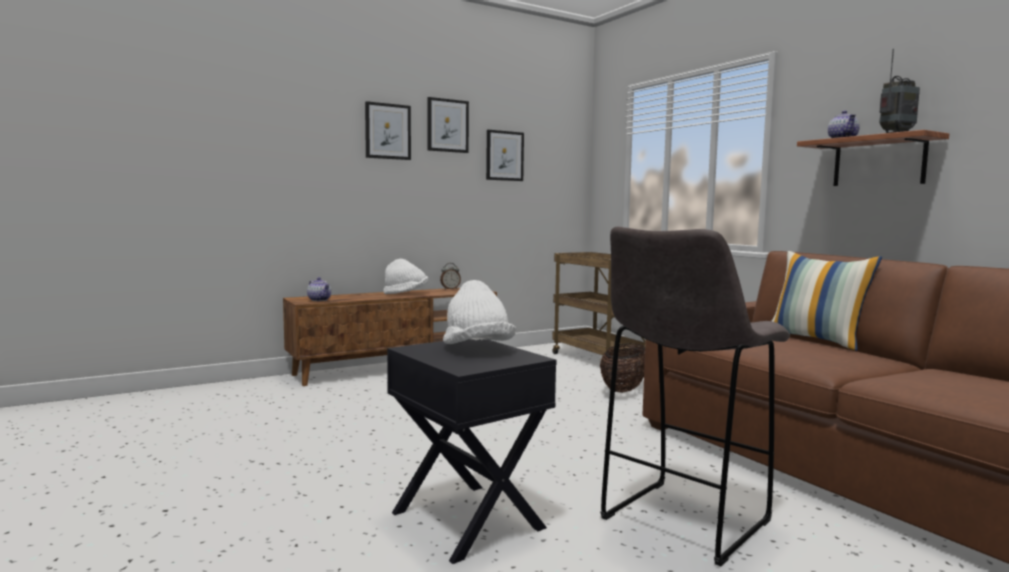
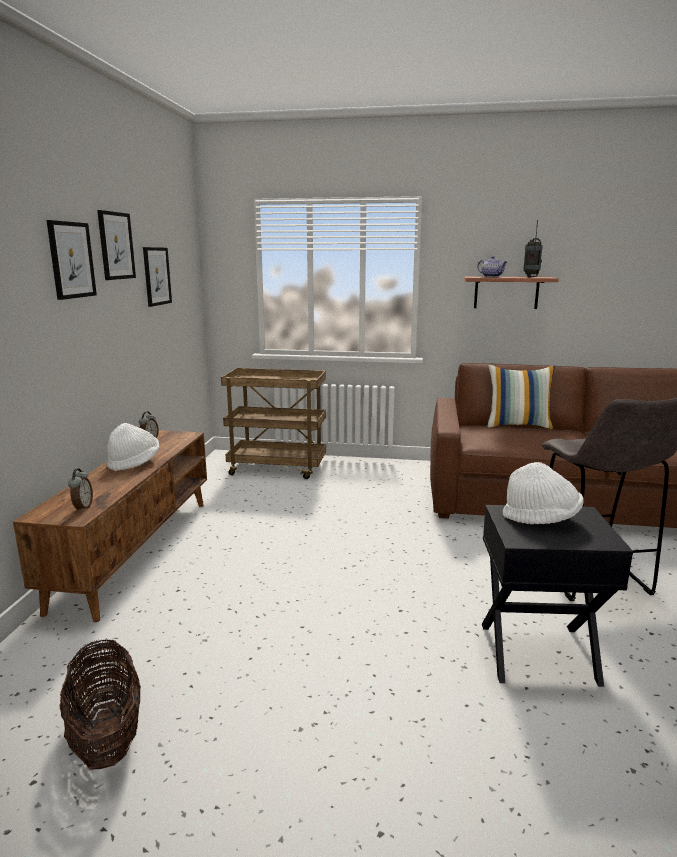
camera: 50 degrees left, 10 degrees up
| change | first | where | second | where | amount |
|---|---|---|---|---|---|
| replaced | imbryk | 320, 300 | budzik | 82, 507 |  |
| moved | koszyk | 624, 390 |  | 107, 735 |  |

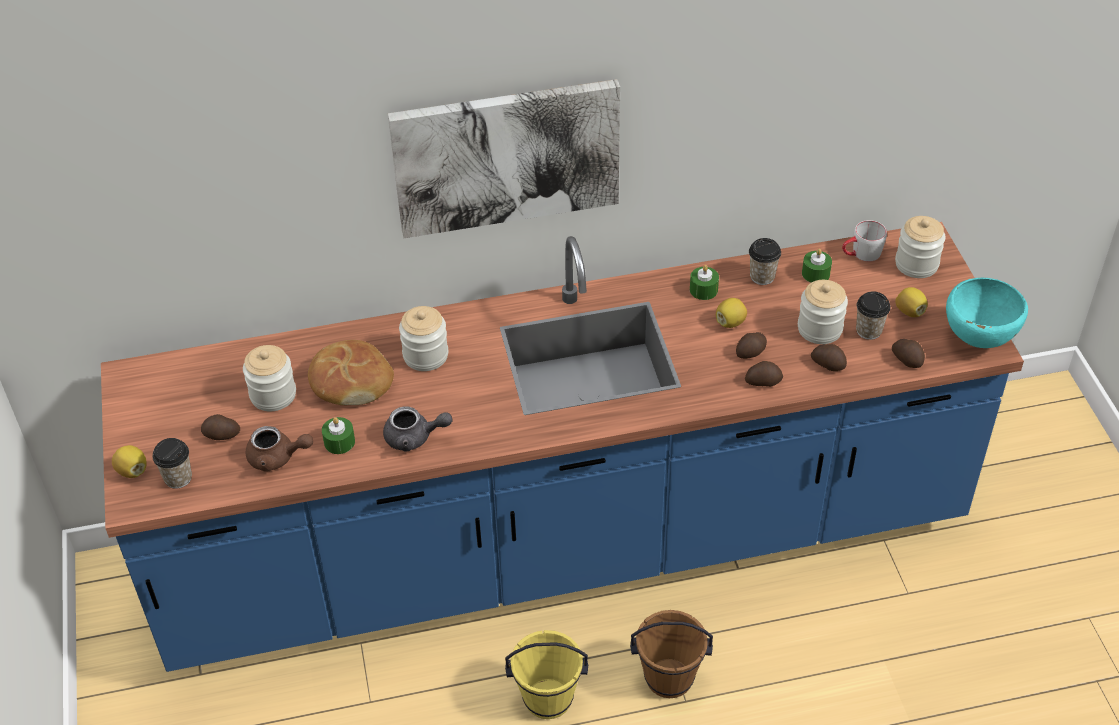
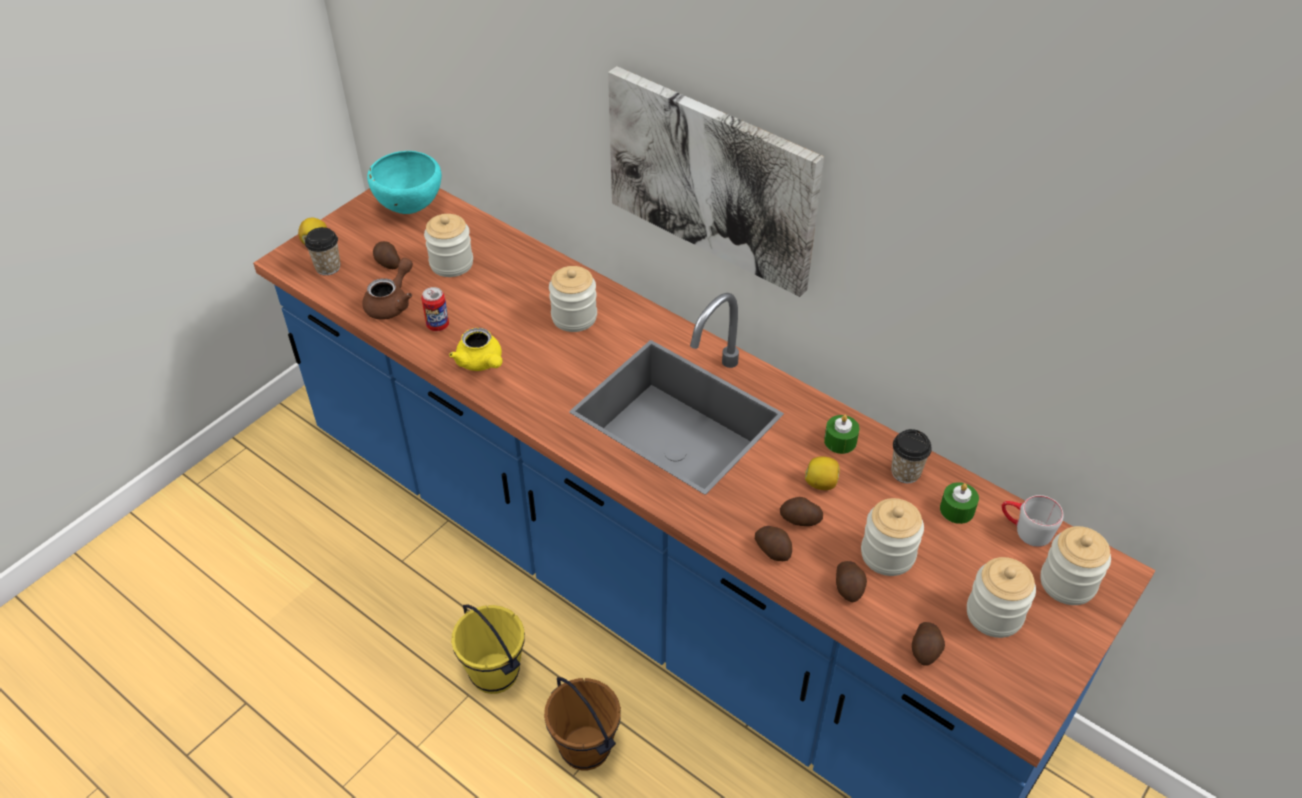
camera: 50 degrees right, 0 degrees up
| change | first | where | second | where | amount |
|---|---|---|---|---|---|
| moved | miska [turkusowy] | 978, 340 |  | 409, 209 |  |
| replaced | cytryna | 909, 311 | słoik | 994, 614 |  |
| removed | filiżanka | 868, 330 |  |  |  |
| removed | chleb | 351, 382 |  |  |  |
| recoloured | imbryk [szary] | 414, 438 | imbryk [żółty] | 481, 363 |  |
| replaced | świeca [zielony] | 339, 442 | puszka | 438, 325 |  |
| turned | imbryk [brązowy] | 277, 458 |  | 392, 303 | 120 degrees counterclockwise |

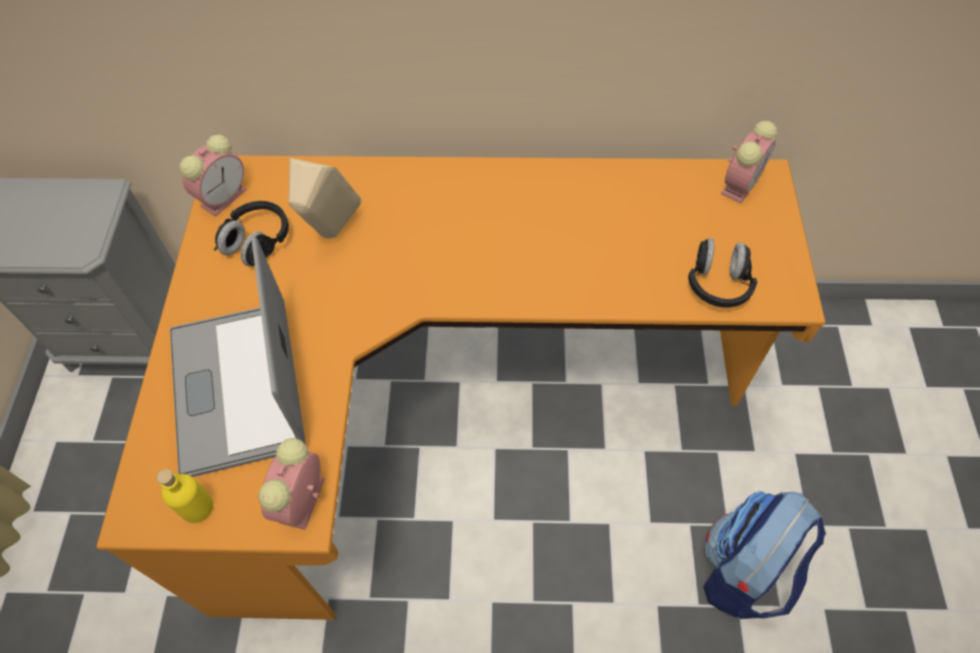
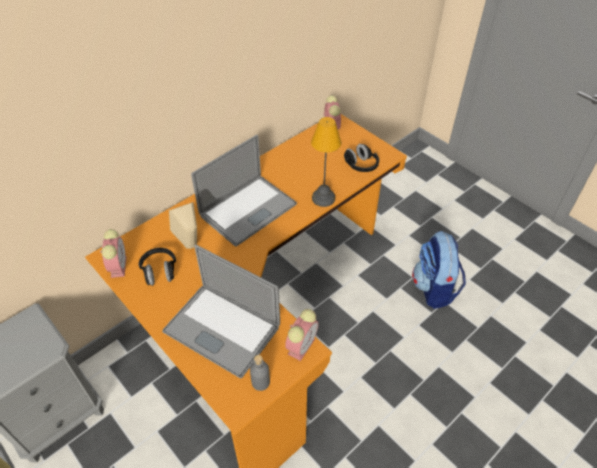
camera: 45 degrees left, 10 degrees down
| change | first | where | second | where | amount |
|---|---|---|---|---|---|
| turned | budzik | 301, 503 |  | 301, 345 | 120 degrees counterclockwise |
| recoloured | butelka [żółty] | 196, 507 | butelka [szary] | 260, 382 |  |
| added |  |  | lampa stołowa | 322, 198 |  |
| added |  |  | laptop | 248, 210 |  |

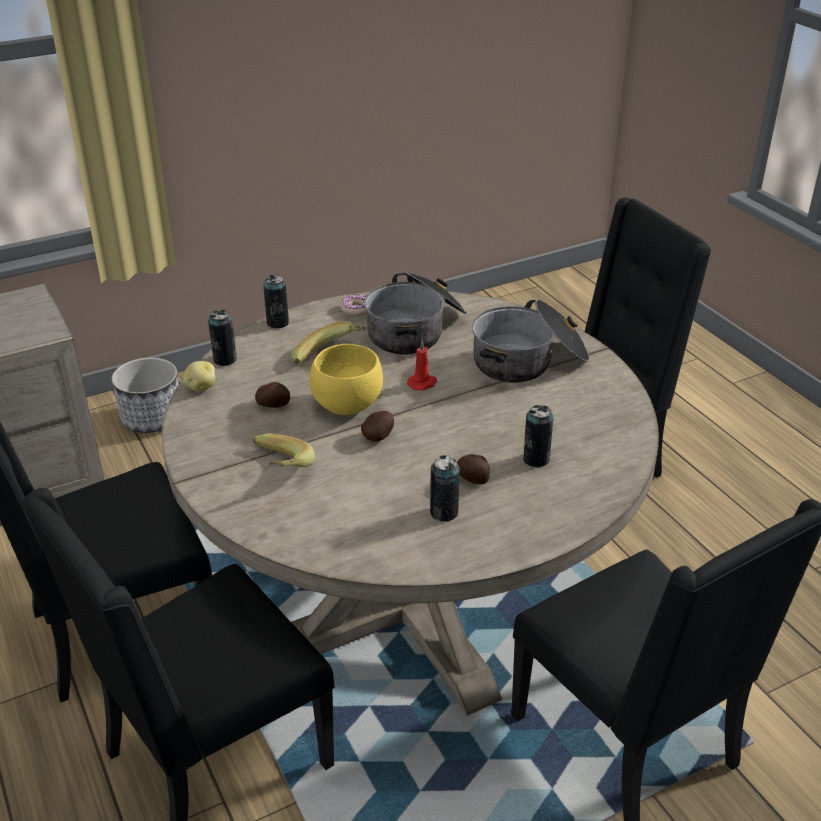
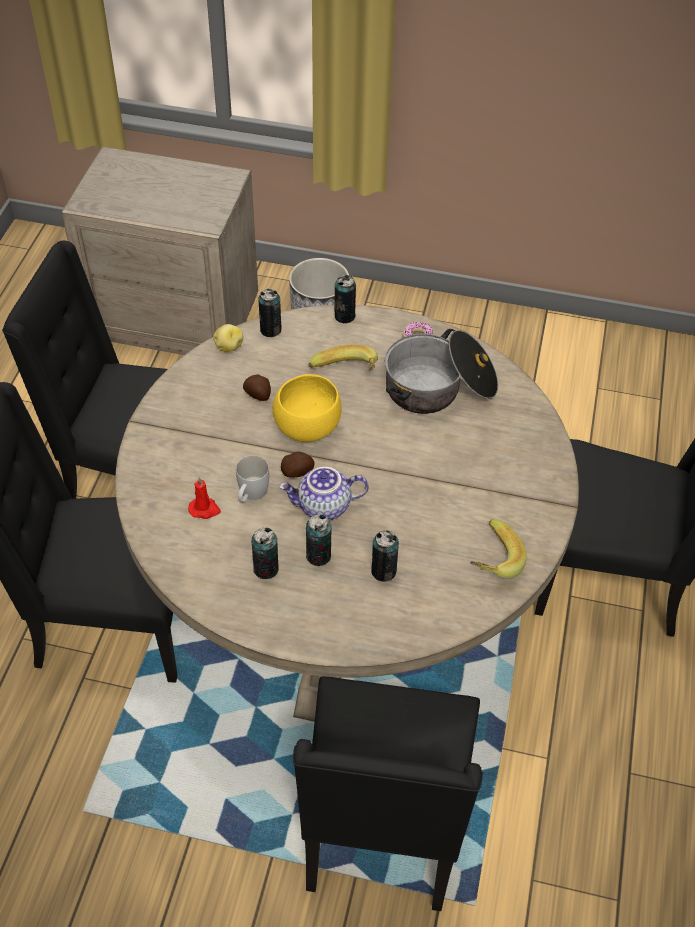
camera: 40 degrees right, 15 degrees up
| change | first | where | second | where | amount |
|---|---|---|---|---|---|
| removed | garnek | 529, 361 |  |  |  |
| moved | świeca [czerwony] | 423, 383 |  | 205, 509 |  |
| moved | banan | 277, 469 |  | 490, 560 |  |
| replaced | ziemniak | 473, 479 | puszka | 318, 556 |  |
| added |  |  | kubek [biały] | 251, 494 |  |
| added |  |  | imbryk | 323, 507 |  |

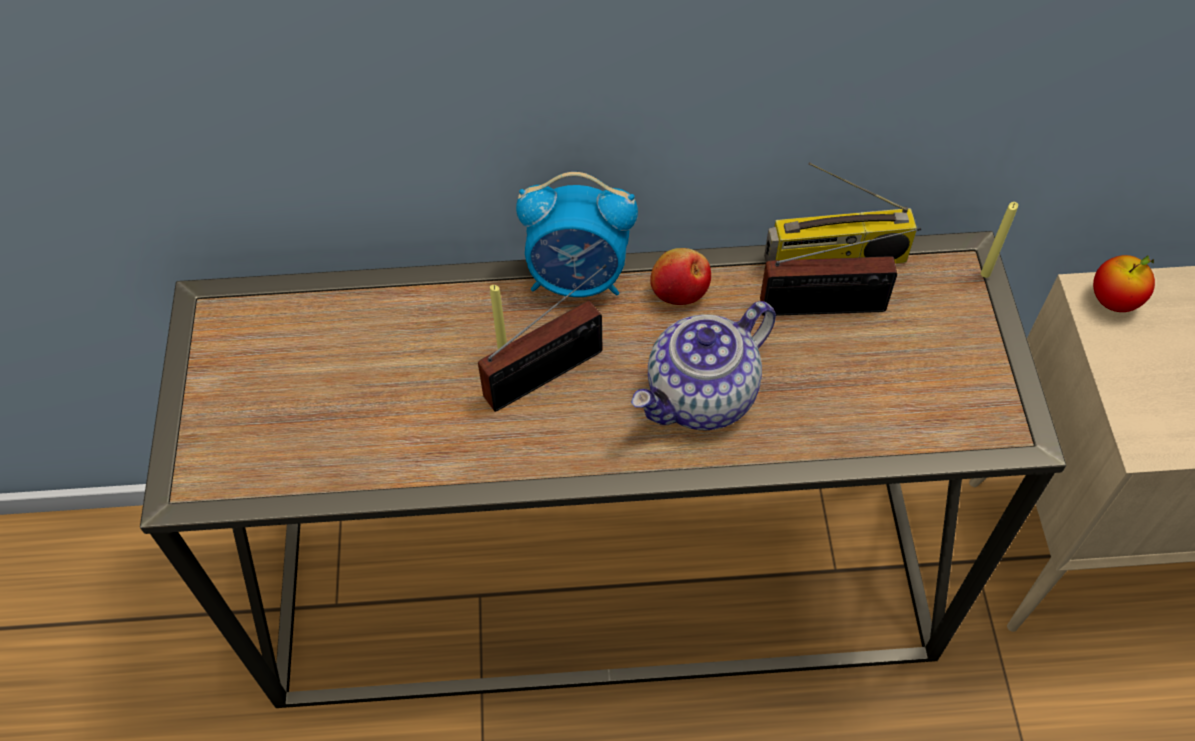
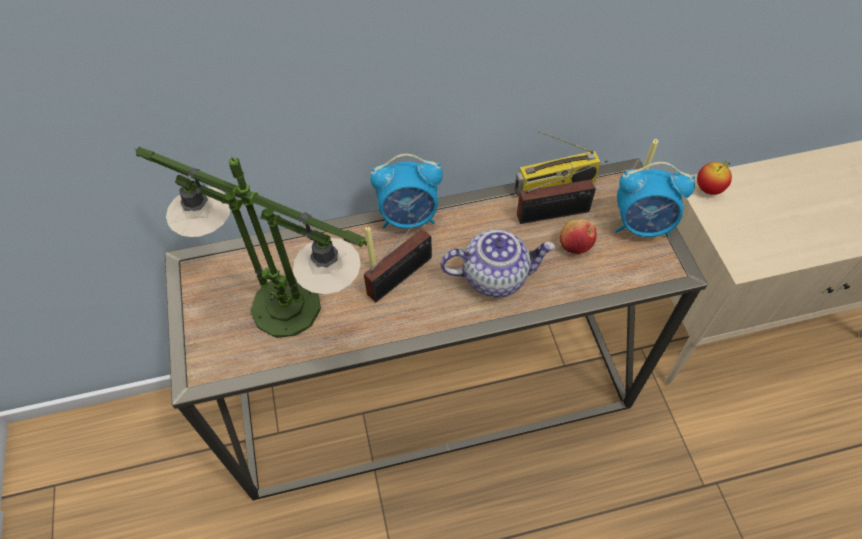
camera: 10 degrees left, 0 degrees up
| change | first | where | second | where | amount |
|---|---|---|---|---|---|
| moved | jabłko | 679, 290 |  | 575, 244 |  |
| turned | imbryk | 702, 397 |  | 495, 276 | 135 degrees counterclockwise |
| added |  |  | lampa stołowa | 285, 307 |  |
| added |  |  | budzik | 642, 225 |  |

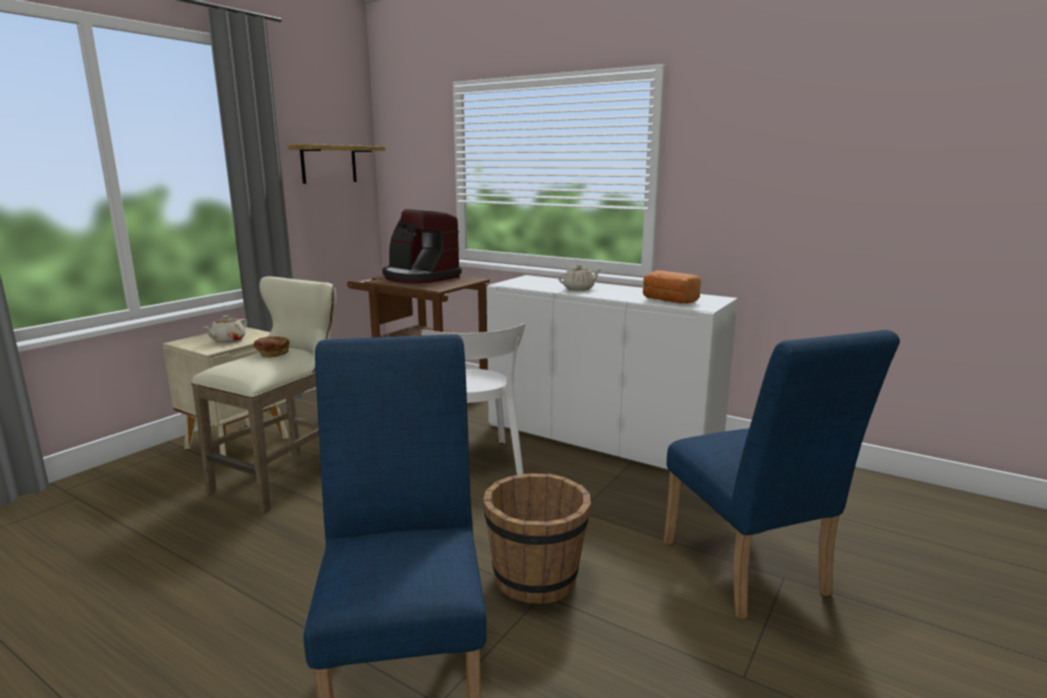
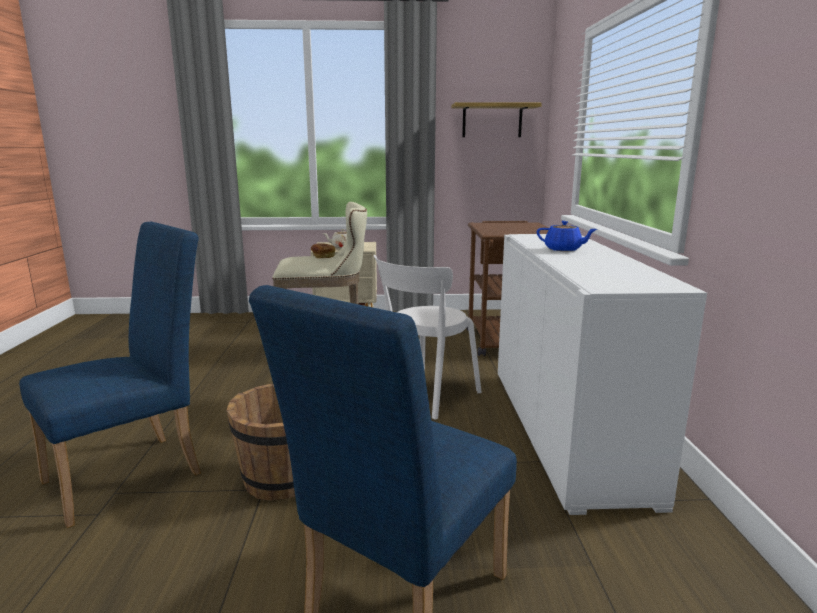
camera: 55 degrees right, 0 degrees up
| change | first | where | second | where | amount |
|---|---|---|---|---|---|
| removed | ekspres do kawy | 419, 277 |  |  |  |
| recoloured | imbryk [beżowy] | 579, 289 | imbryk [niebieski] | 563, 249 |  |
| removed | chleb | 668, 301 |  |  |  |

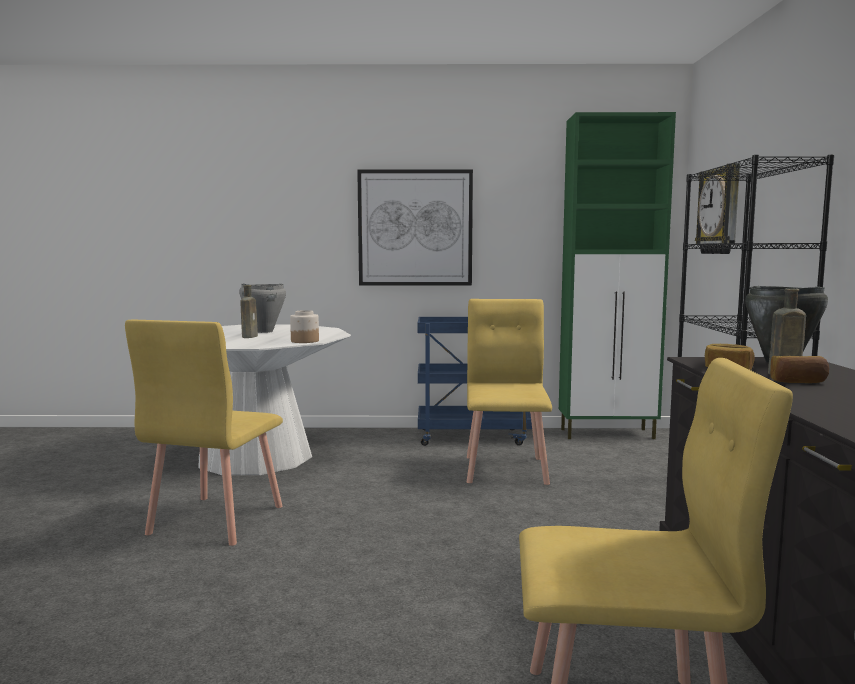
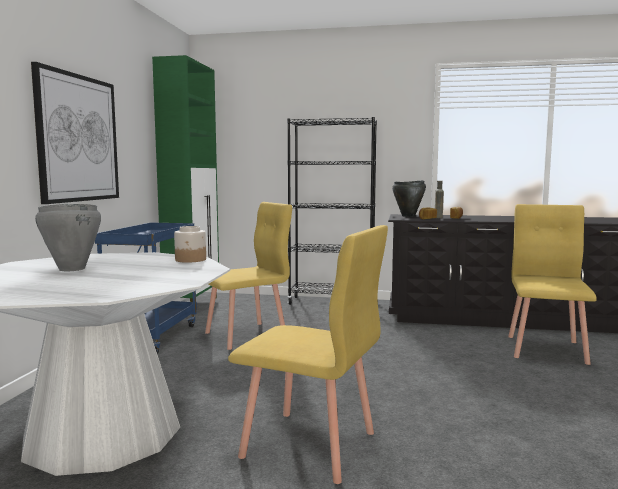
camera: 80 degrees left, 0 degrees up
| change | first | where | second | where | amount |
|---|---|---|---|---|---|
| removed | zegar ścienny | 720, 211 |  |  |  |
| removed | butelka [brązowy] | 250, 336 |  |  |  |
| turned | krzesło [żółty] | 506, 469 |  | 246, 335 | 135 degrees clockwise |

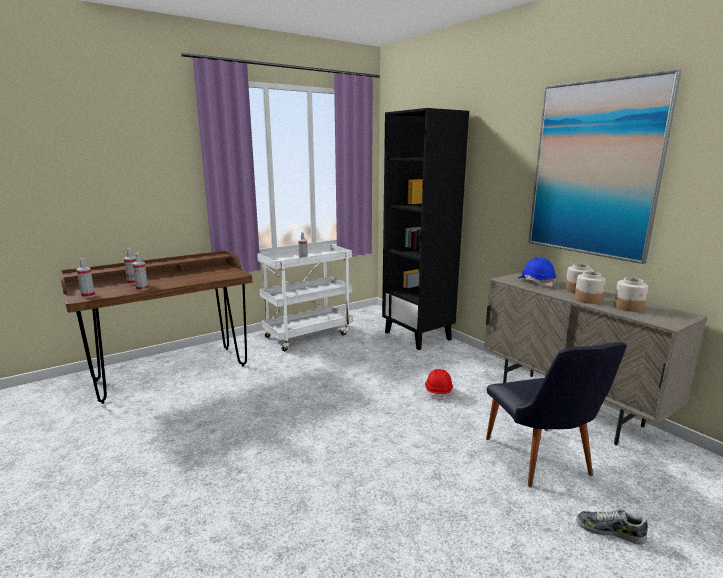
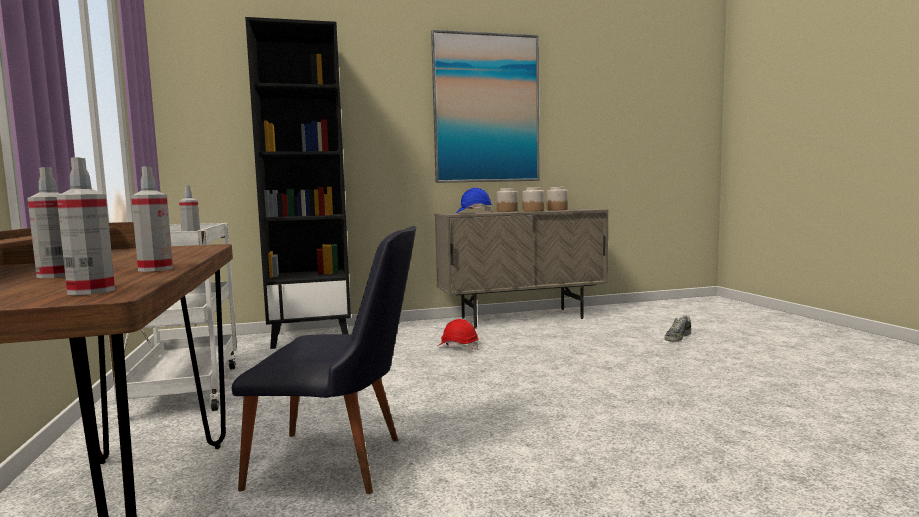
camera: 70 degrees left, 10 degrees down
| change | first | where | second | where | amount |
|---|---|---|---|---|---|
| moved | krzesło [czarny] | 542, 462 |  | 341, 463 |  |

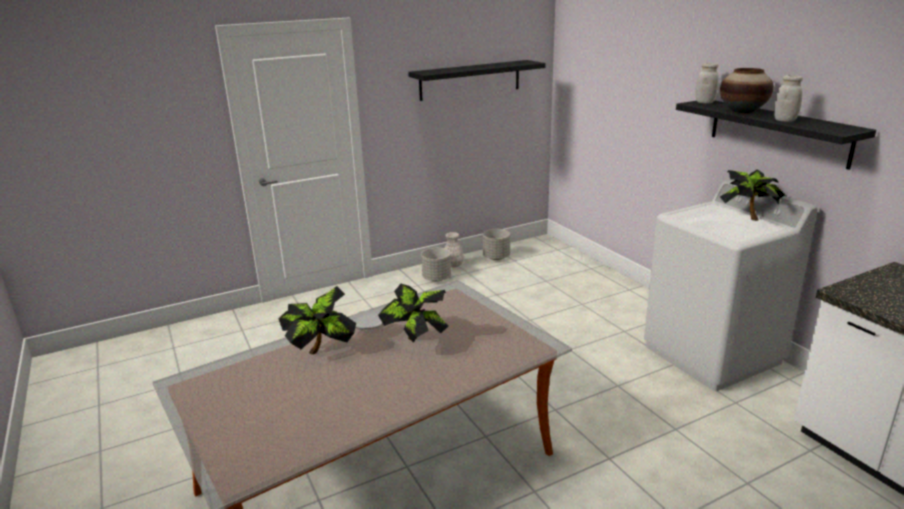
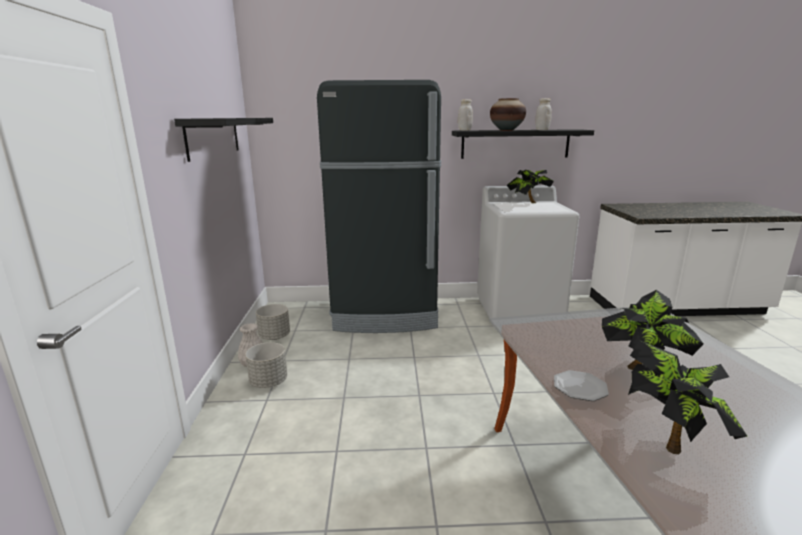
camera: 65 degrees left, 5 degrees down
| change | first | where | second | where | amount |
|---|---|---|---|---|---|
| added |  |  | lodówka [czarny] | 385, 315 |  |

